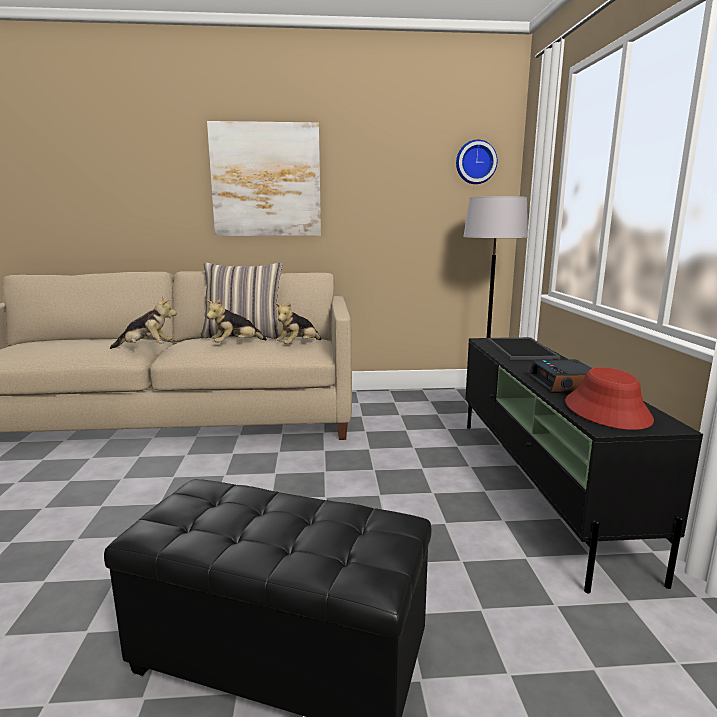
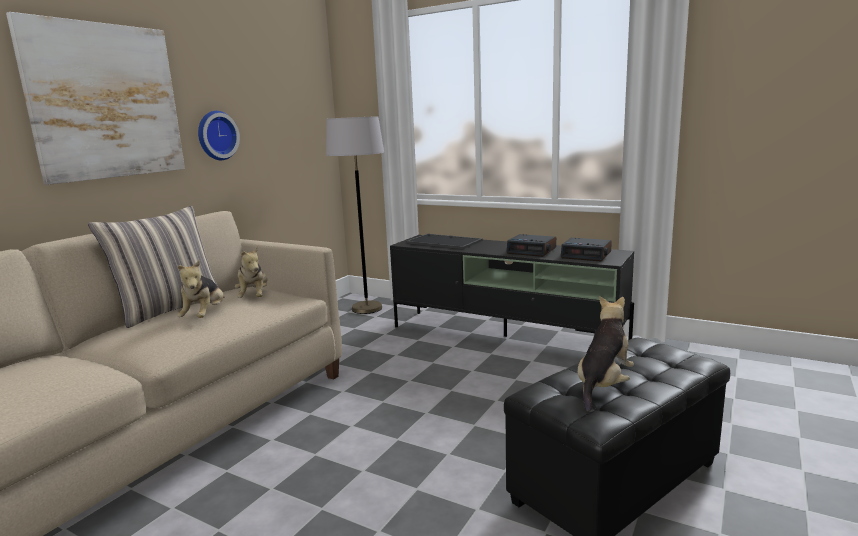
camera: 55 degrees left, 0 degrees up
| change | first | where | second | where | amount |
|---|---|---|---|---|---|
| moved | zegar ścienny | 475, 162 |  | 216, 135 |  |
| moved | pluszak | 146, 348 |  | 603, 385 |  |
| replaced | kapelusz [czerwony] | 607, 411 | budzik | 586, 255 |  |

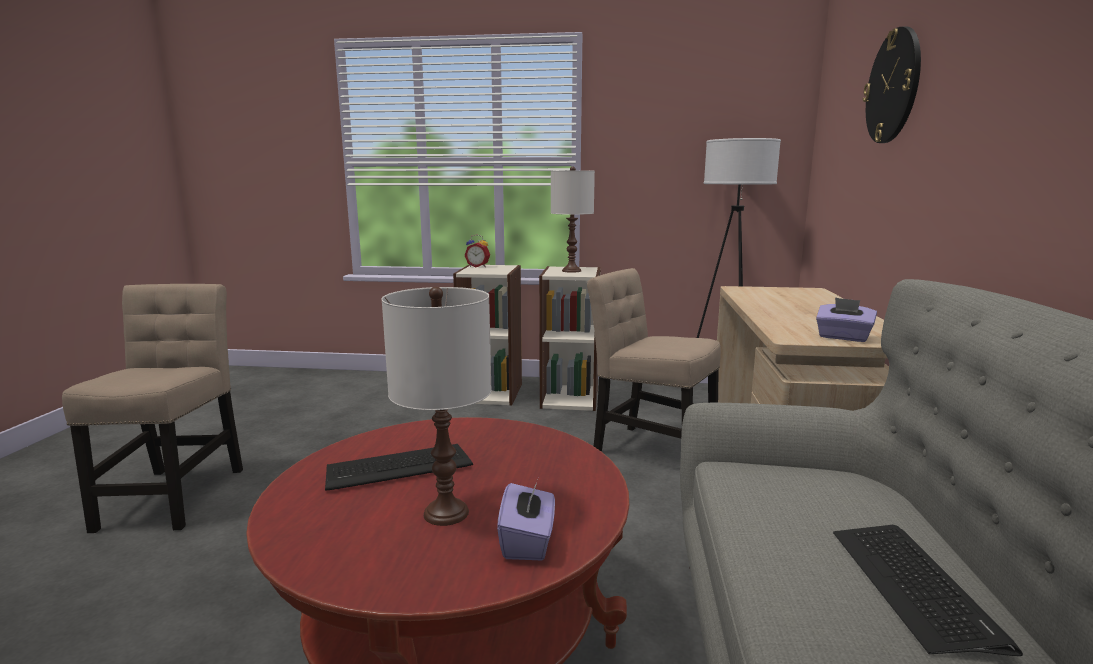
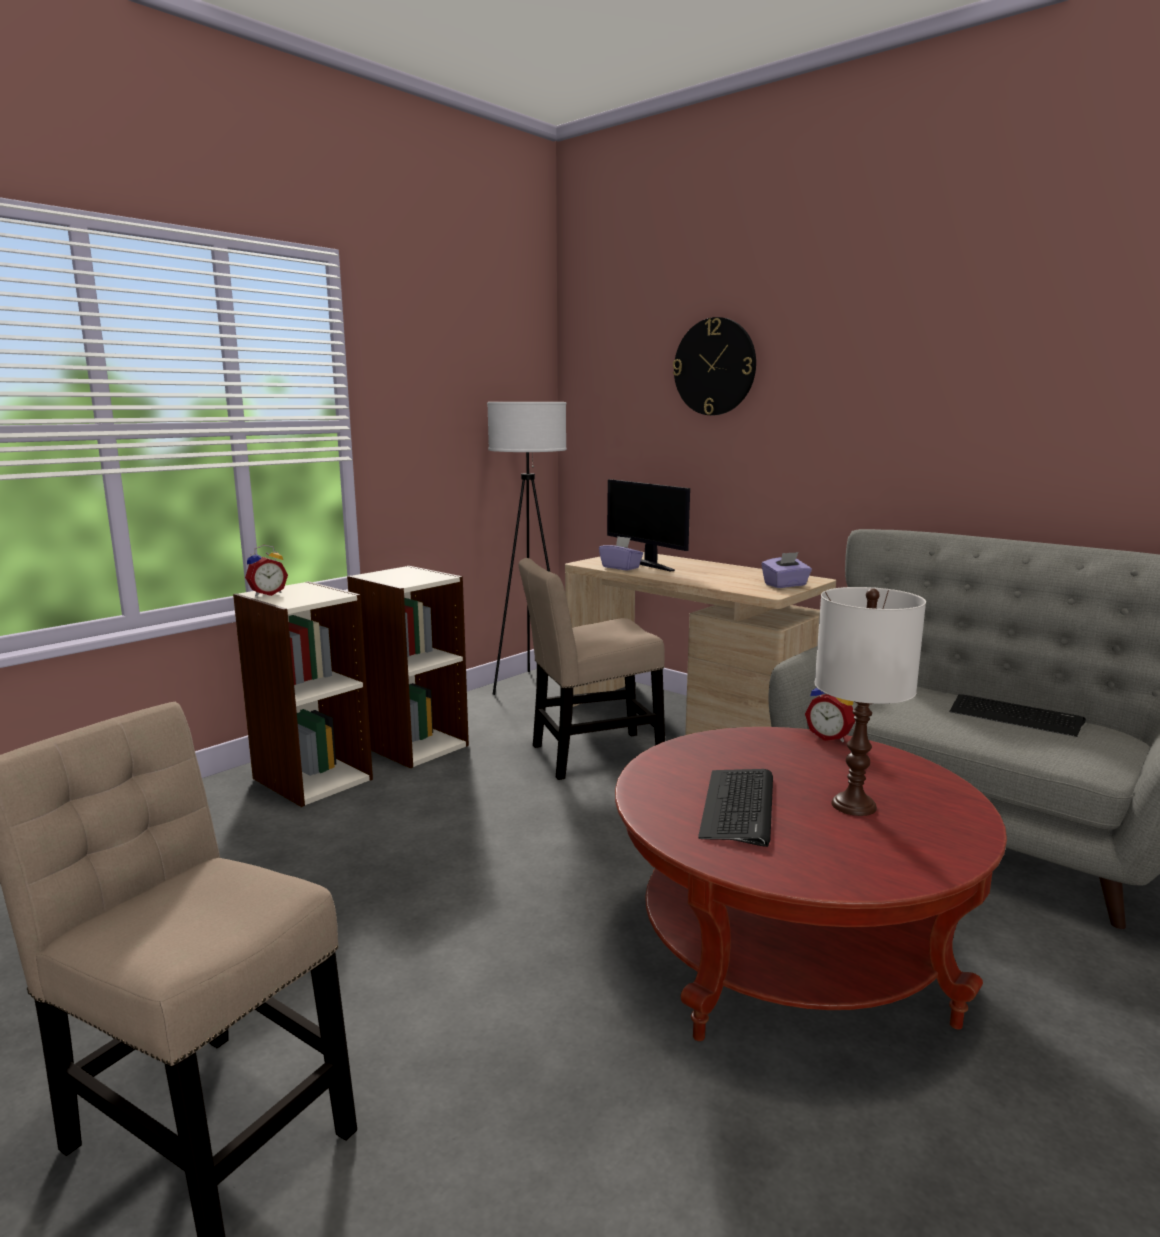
camera: 55 degrees left, 0 degrees up
| change | first | where | second | where | amount |
|---|---|---|---|---|---|
| removed | lampa stołowa [biały] | 572, 271 |  |  |  |
| moved | pudełko chusteczek [fioletowy] | 528, 541 |  | 621, 567 |  |
| added |  |  | monitor | 647, 564 |  |
| added |  |  | budzik | 830, 737 |  |

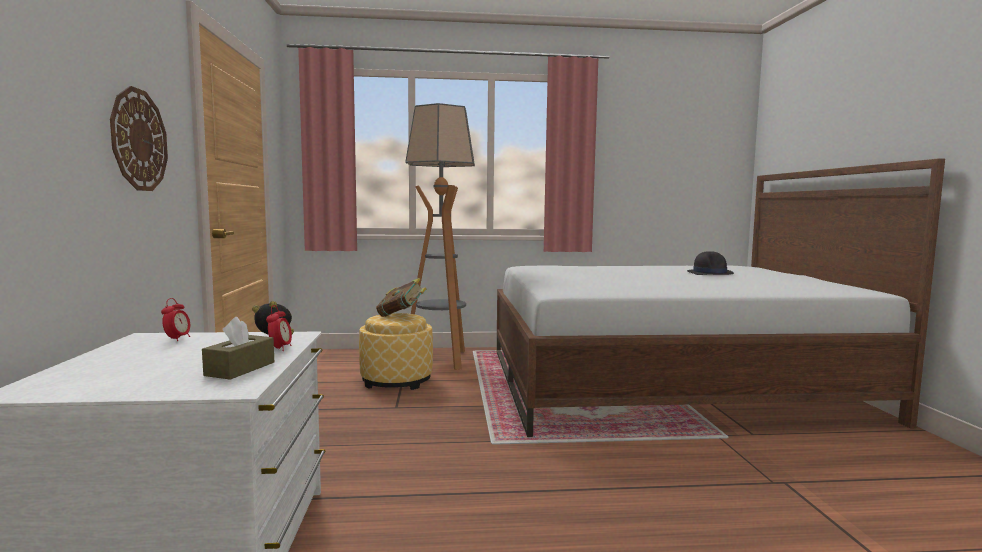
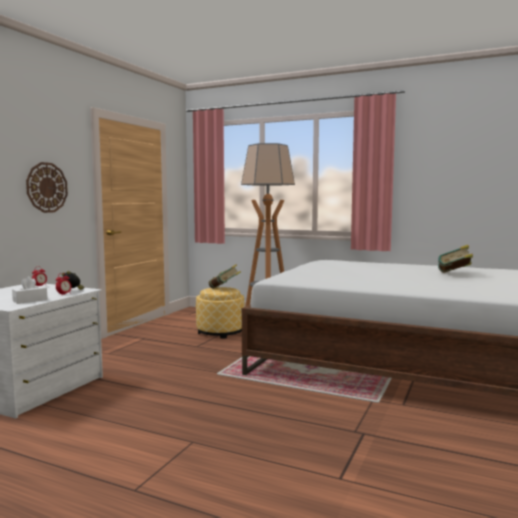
camera: 30 degrees right, 0 degrees up
| change | first | where | second | where | amount |
|---|---|---|---|---|---|
| replaced | kapelusz [czarny] | 710, 273 | książka | 454, 274 |  |
| recoloured | pudełko chusteczek [brązowy] | 240, 369 | pudełko chusteczek [biały] | 30, 300 |  |

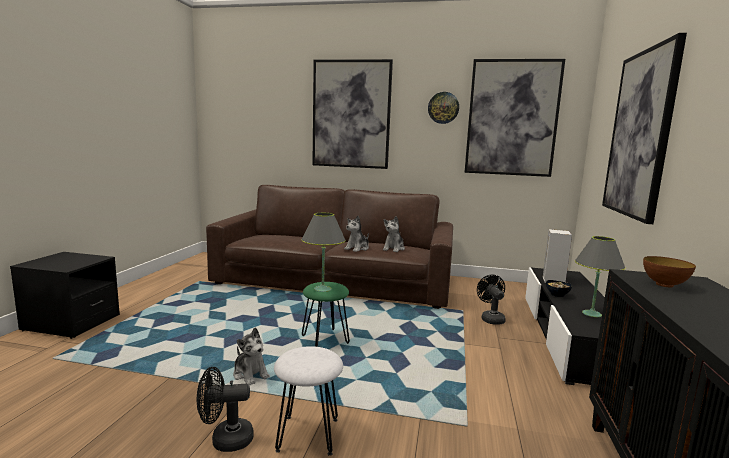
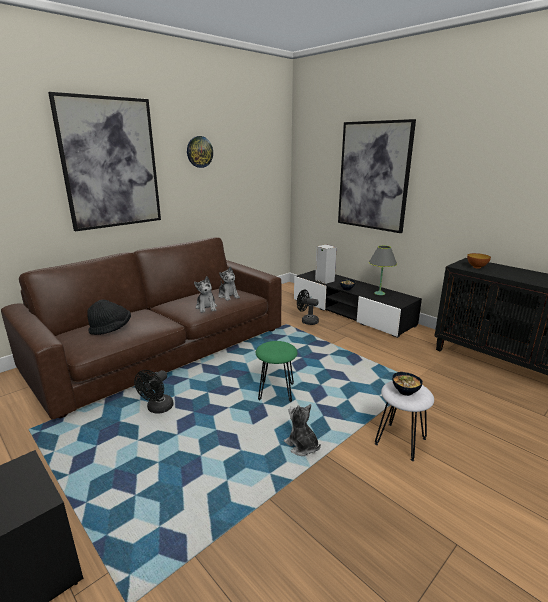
camera: 55 degrees left, 10 degrees up
| change | first | where | second | where | amount |
|---|---|---|---|---|---|
| removed | obraz | 512, 118 |  |  |  |
| removed | lampa stołowa [szary] | 322, 289 |  |  |  |
| turned | pluszak | 250, 374 |  | 302, 446 | 120 degrees counterclockwise |
| moved | wentylator [czarny] | 225, 440 |  | 157, 409 |  |
| added |  |  | kapelusz [czarny] | 111, 329 |  |
| added |  |  | miska | 405, 391 |  |

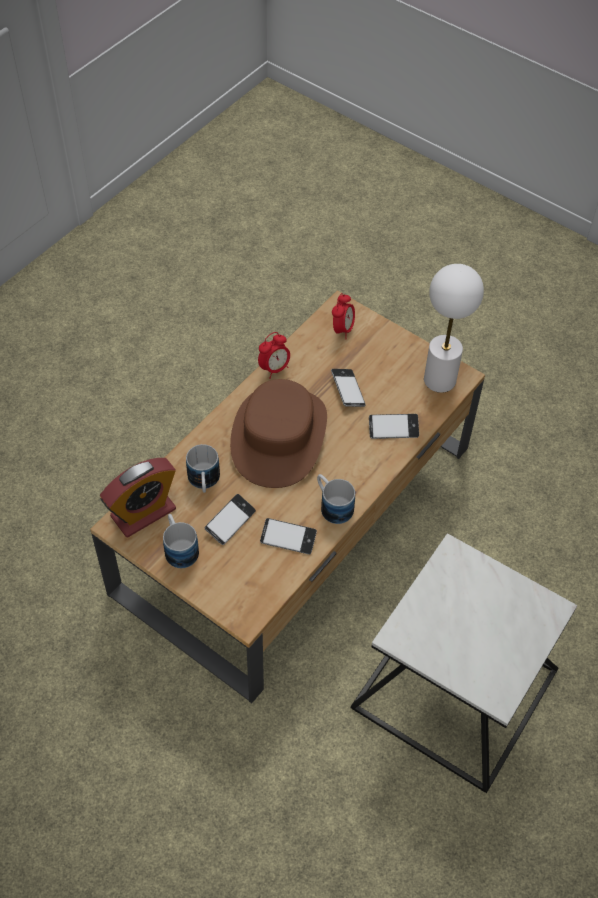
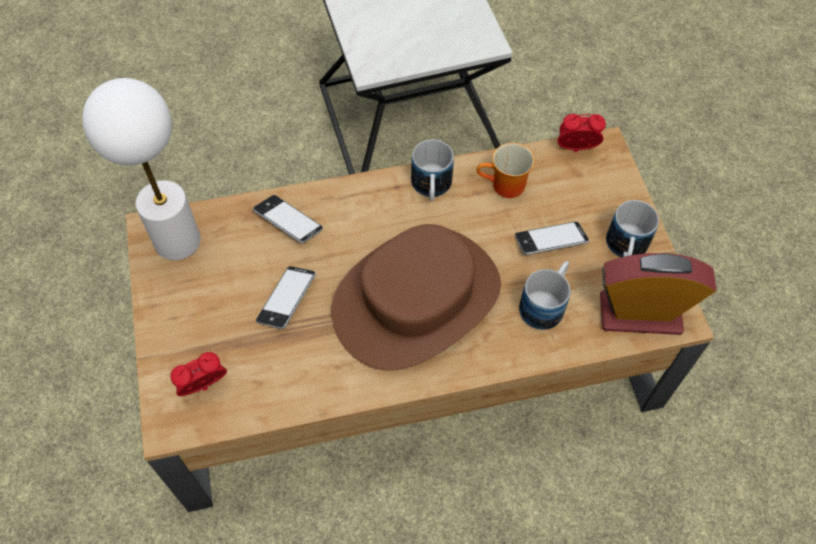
camera: 140 degrees left, 5 degrees up
| change | first | where | second | where | amount |
|---|---|---|---|---|---|
| moved | budzik | 274, 368 |  | 575, 150 |  |
| replaced | telefon | 288, 538 | kubek | 504, 187 |  |

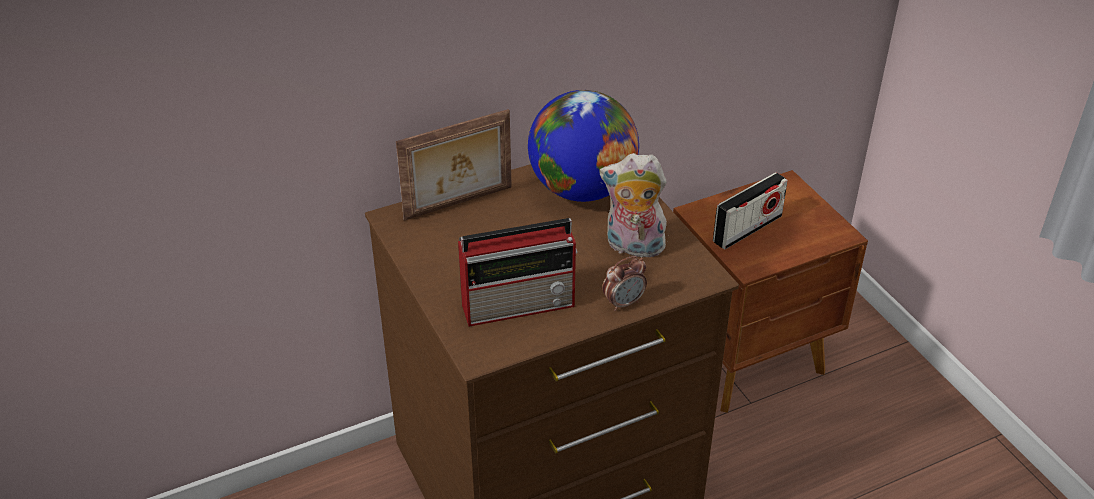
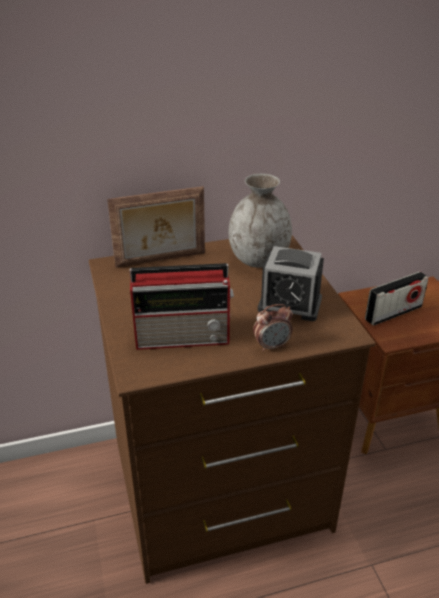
camera: 10 degrees right, 5 degrees down
| change | first | where | second | where | amount |
|---|---|---|---|---|---|
| replaced | globus | 582, 189 | wazon [szary] | 259, 260 |  |
| replaced | pluszak | 633, 247 | budzik | 290, 304 |  |

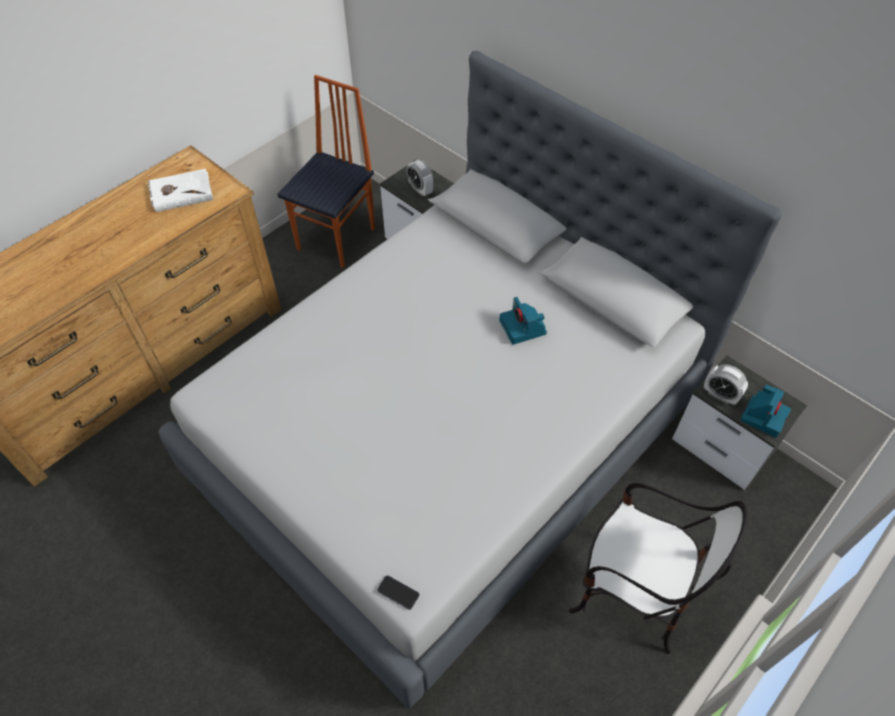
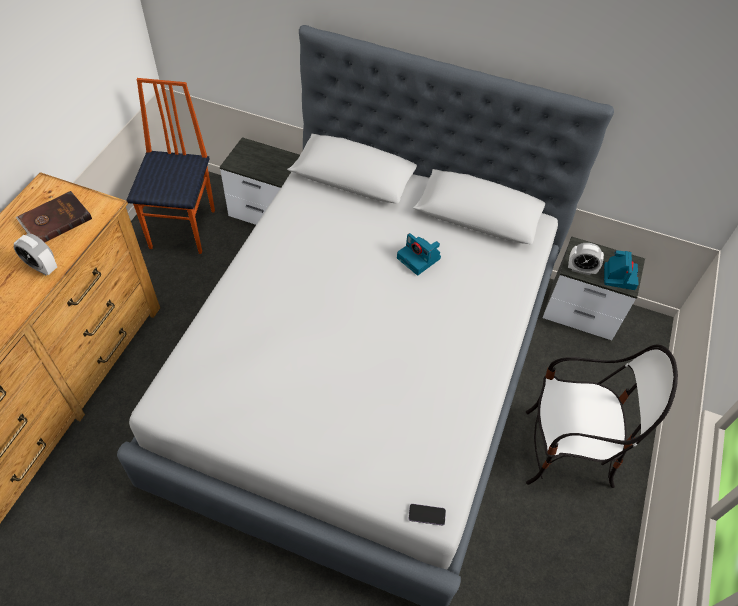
camera: 25 degrees left, 0 degrees up
| change | first | where | second | where | amount |
|---|---|---|---|---|---|
| moved | budzik | 420, 189 |  | 42, 267 |  |
| recoloured | książka [biały] | 181, 192 | książka [brązowy] | 55, 219 |  |

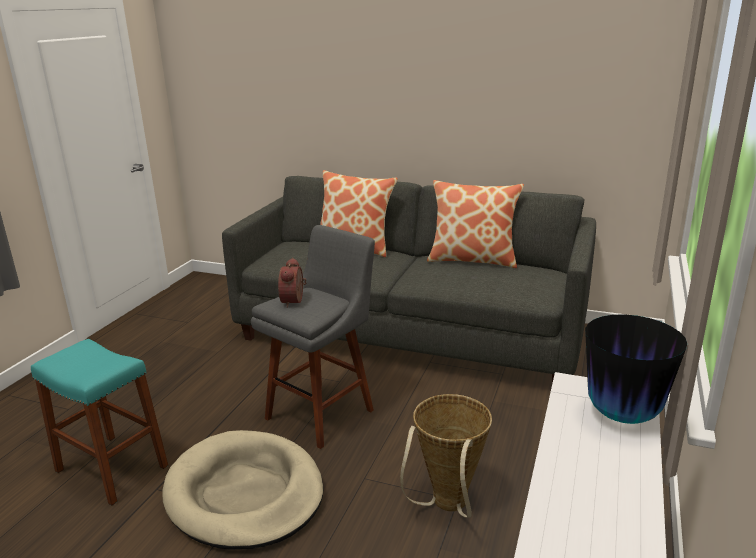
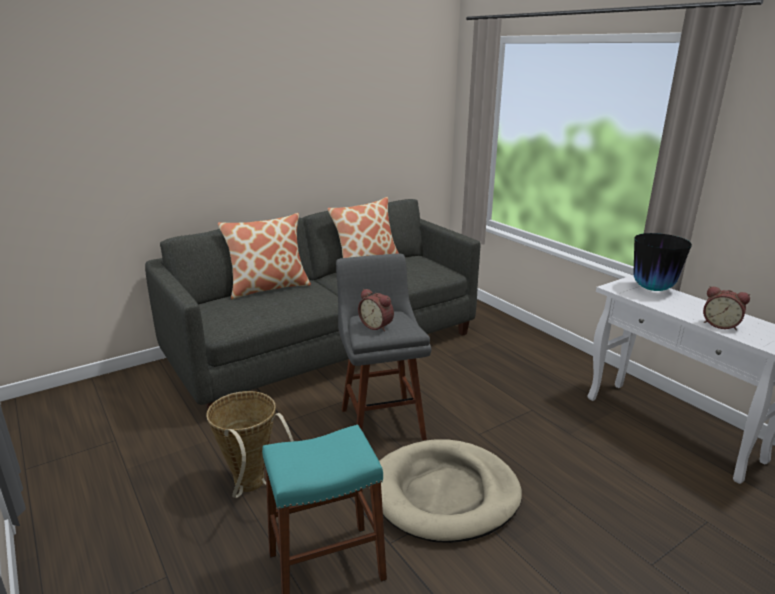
camera: 55 degrees left, 0 degrees up
| change | first | where | second | where | amount |
|---|---|---|---|---|---|
| moved | koszyk | 447, 506 |  | 252, 487 |  |
| added |  |  | budzik | 720, 324 |  |

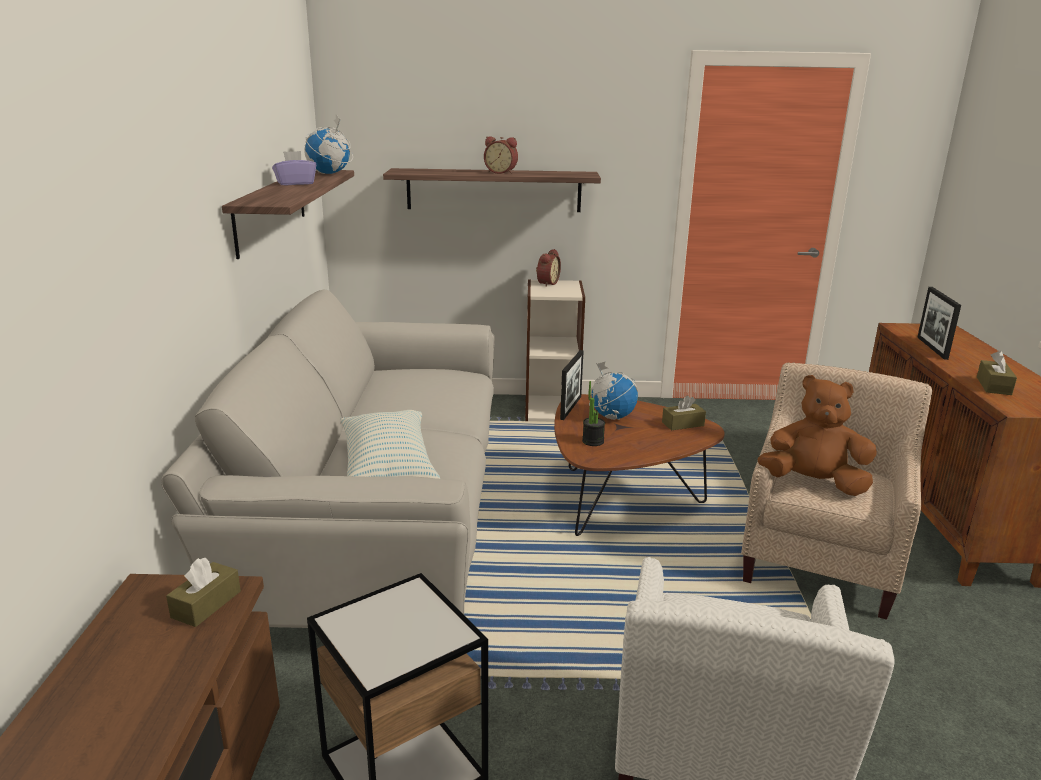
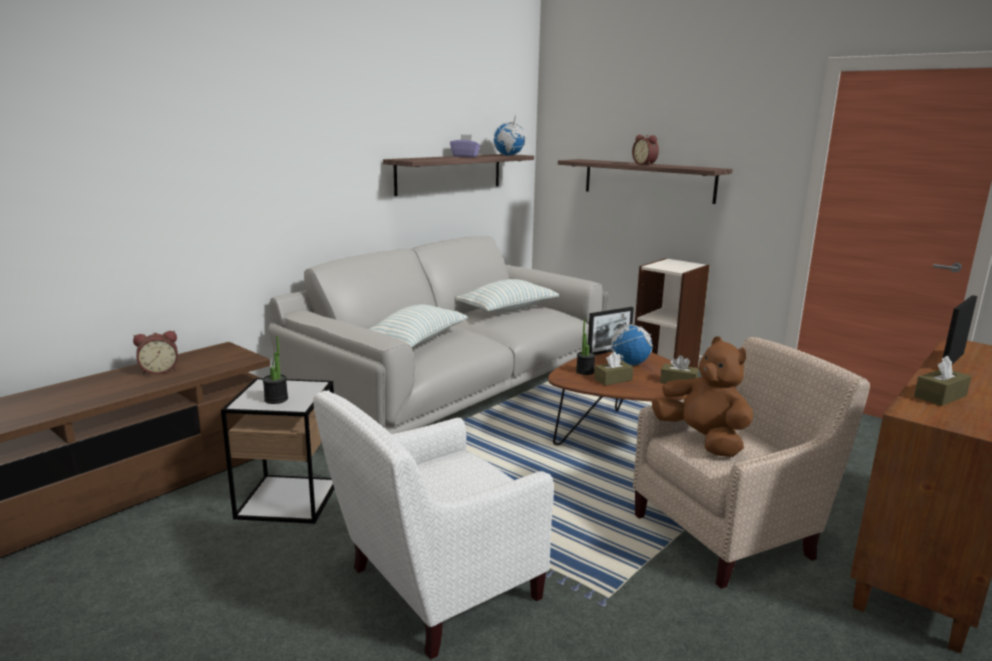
camera: 40 degrees right, 5 degrees down
| change | first | where | second | where | amount |
|---|---|---|---|---|---|
| moved | budzik | 546, 283 |  | 159, 370 |  |
| moved | pudełko chusteczek [brązowy] | 206, 604 |  | 613, 380 |  |
| added |  |  | poduszka | 507, 310 |  |
| added |  |  | roślina doniczkowa | 276, 399 |  |

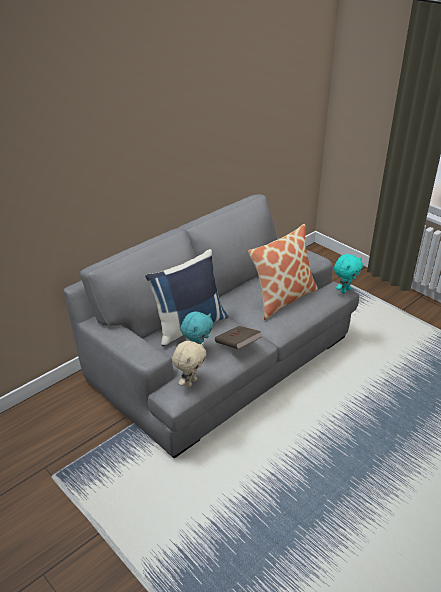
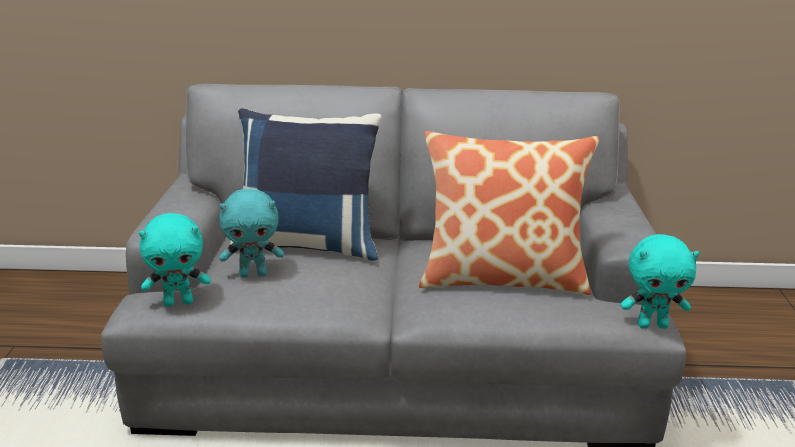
camera: 45 degrees right, 10 degrees down
| change | first | where | second | where | amount |
|---|---|---|---|---|---|
| removed | książka [brązowy] | 237, 345 |  |  |  |
| recoloured | pluszak [beżowy] | 190, 382 | pluszak [turkusowy] | 179, 302 |  |

